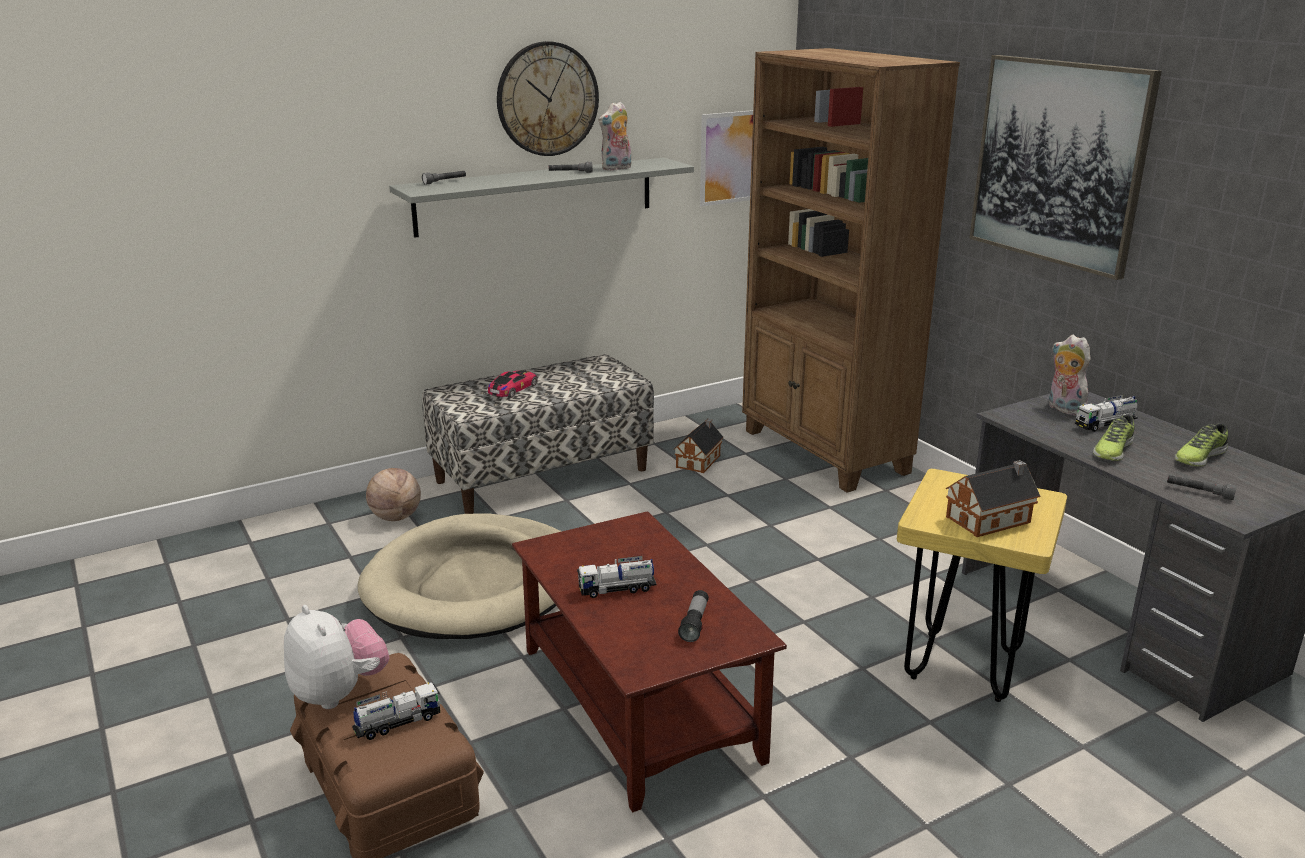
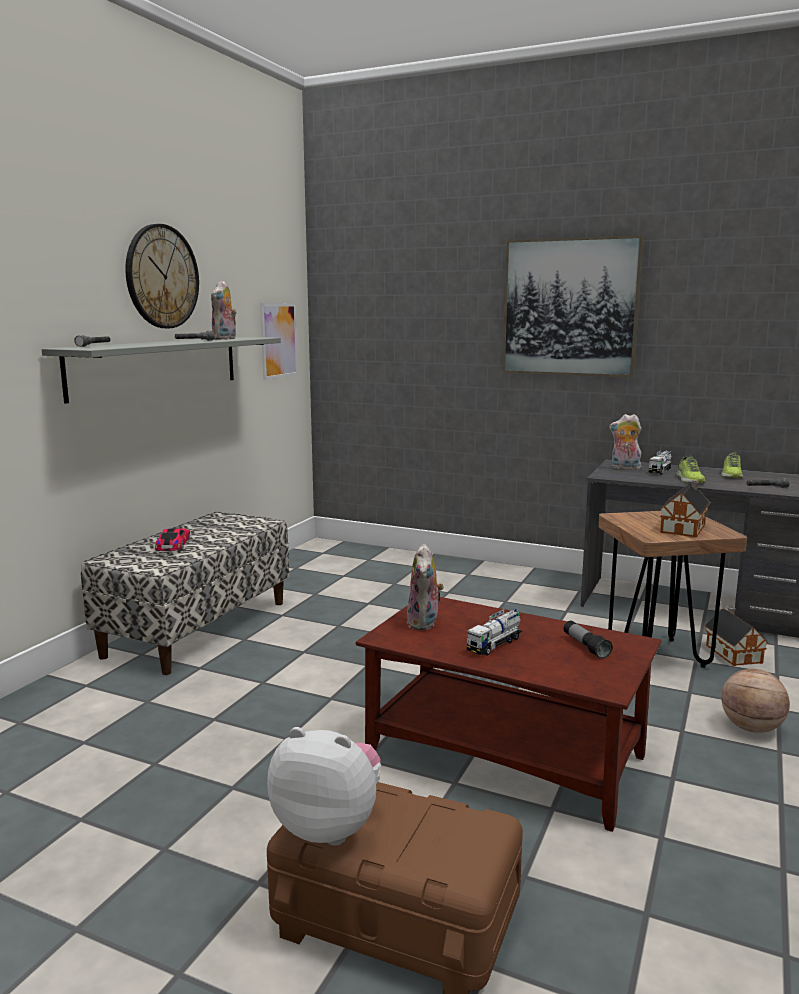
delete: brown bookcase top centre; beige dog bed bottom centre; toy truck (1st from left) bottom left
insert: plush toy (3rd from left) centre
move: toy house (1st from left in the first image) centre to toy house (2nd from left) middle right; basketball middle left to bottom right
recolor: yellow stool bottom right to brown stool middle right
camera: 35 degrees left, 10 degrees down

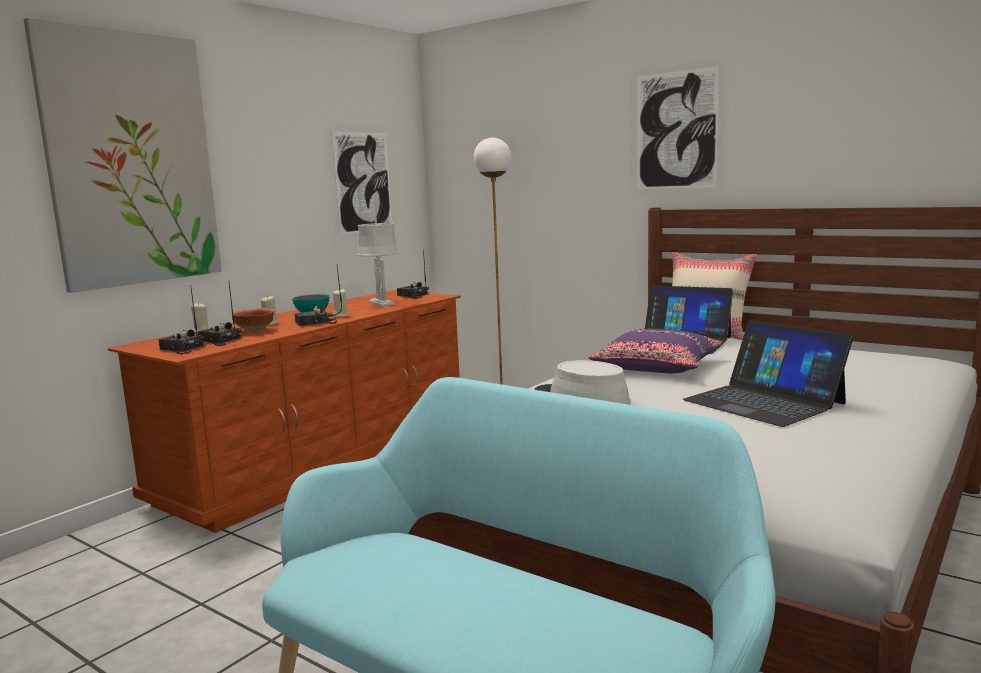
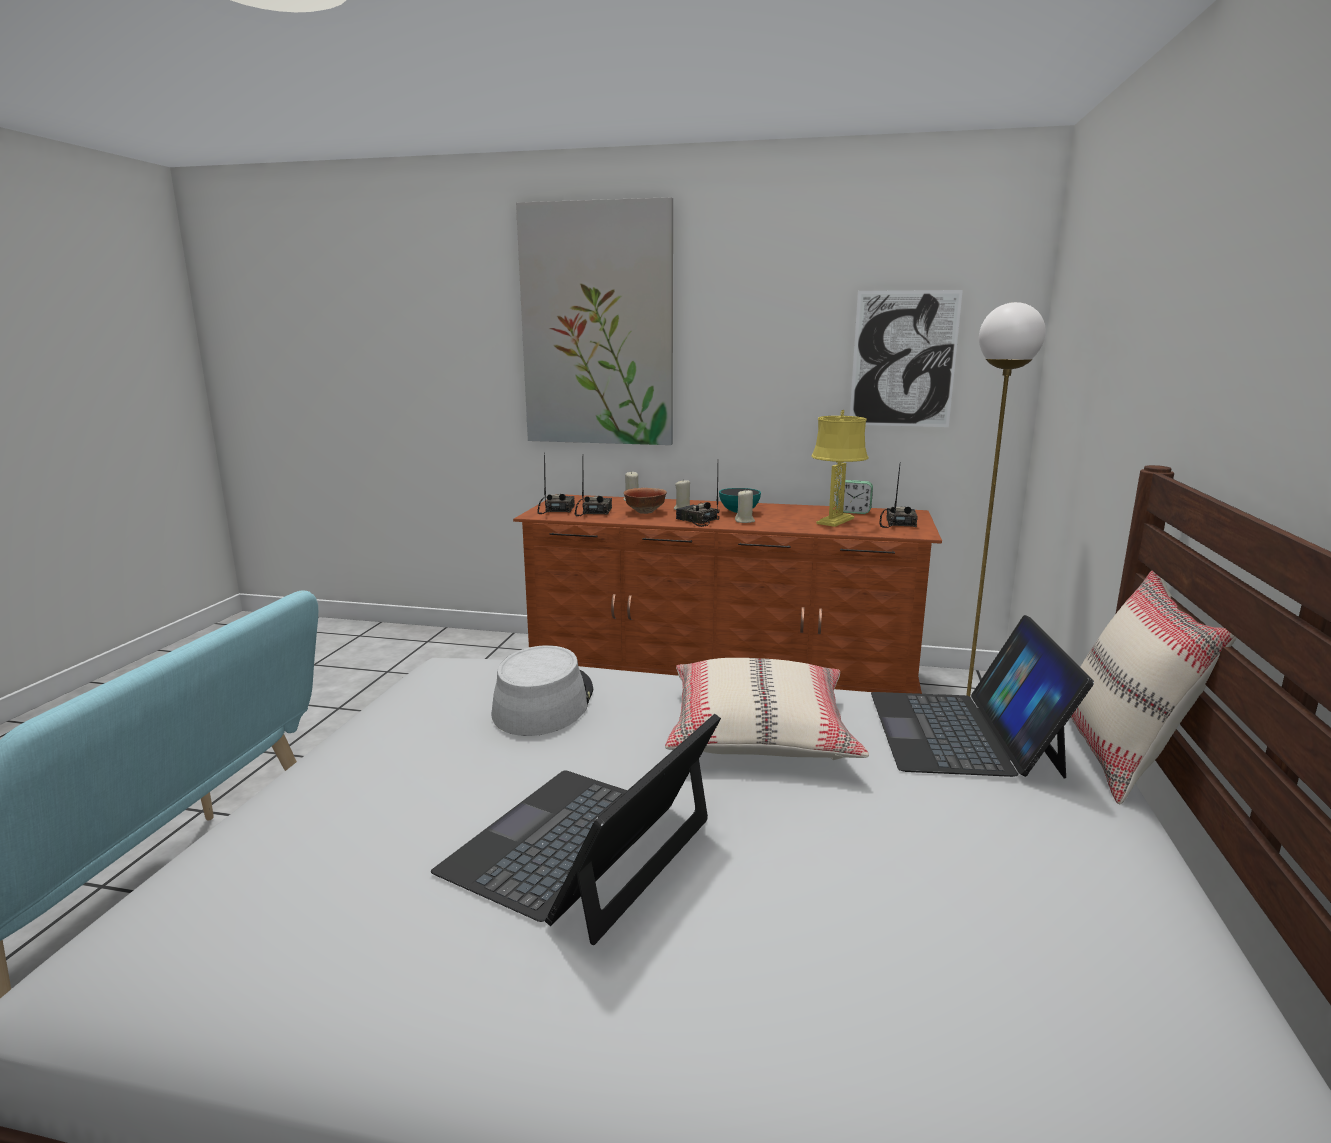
delete: picture (3rd from left) top right
insert: alarm clock centre
recolor: grey table lamp centre to yellow table lamp centre; purple pillow middle right to beige pillow (1st from left) centre
camera: 65 degrees right, 5 degrees up

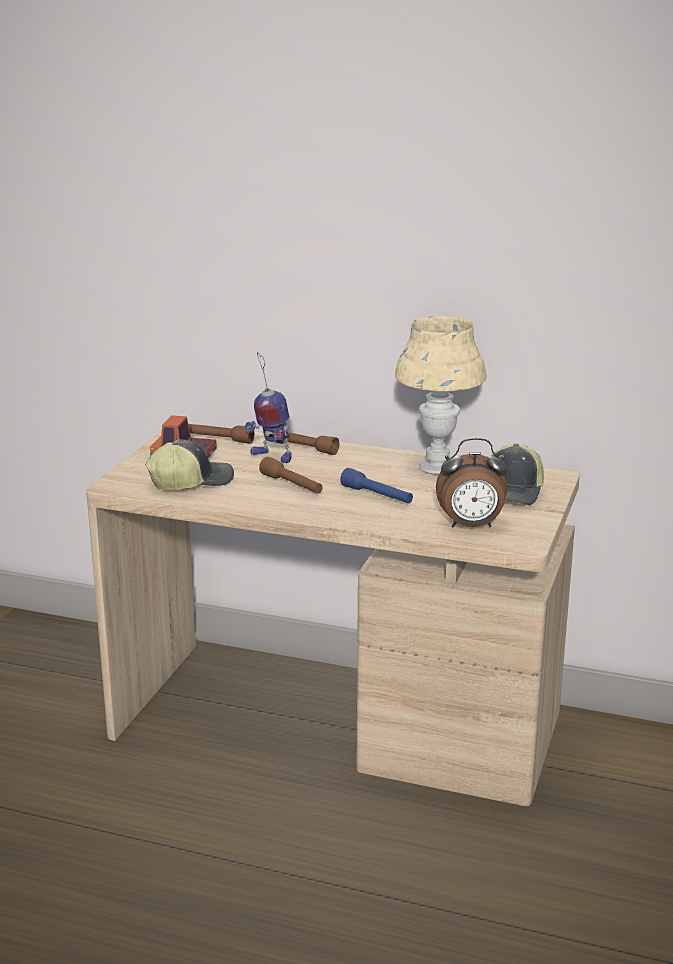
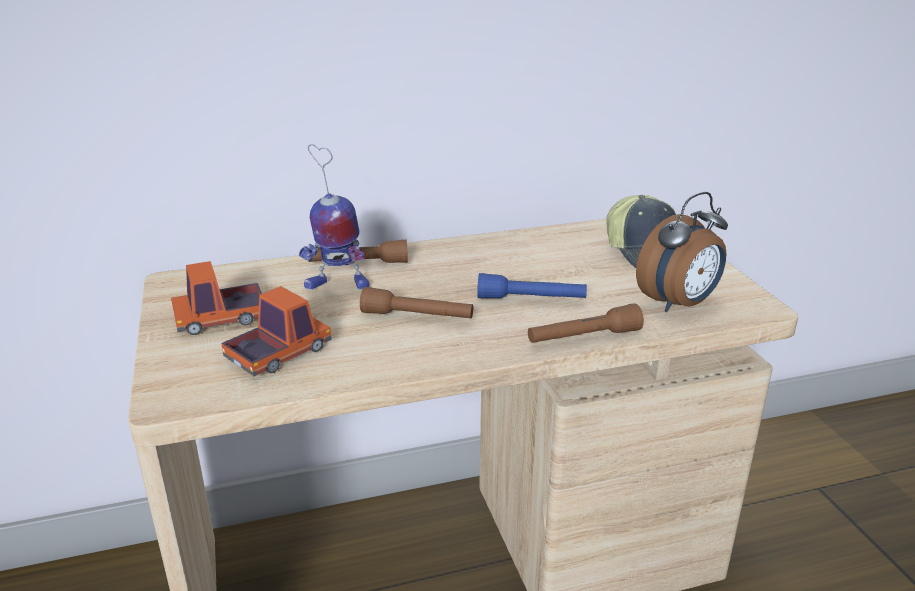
delete: beige table lamp centre
move: brown flashlight (1st from left in the first image) middle left to brown flashlight (3rd from left) centre
replace: cap (1st from left) middle left to toy truck (2nd from left) middle left
camera: 35 degrees left, 5 degrees up

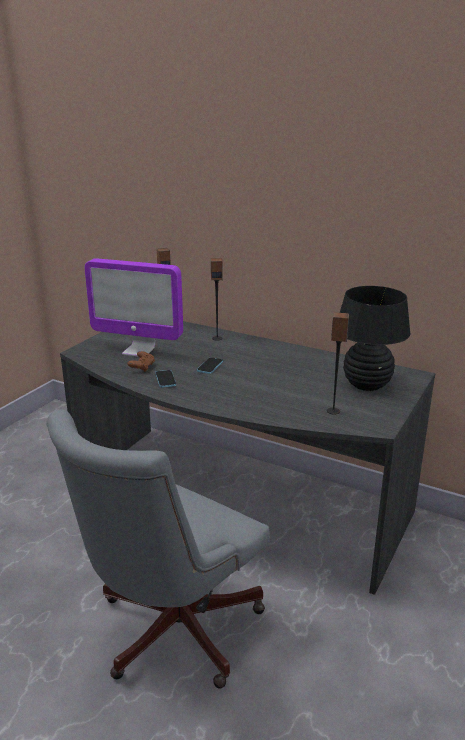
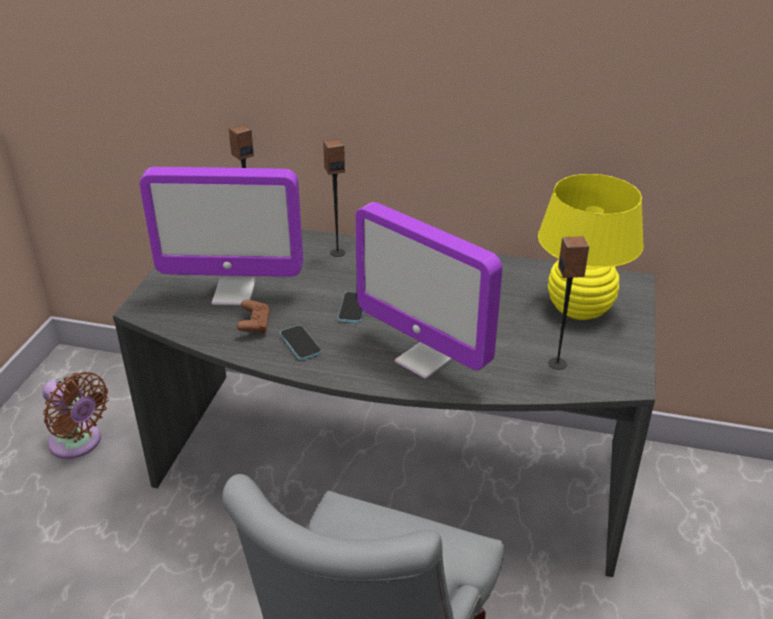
insert: monitor (2nd from left) centre; brown fan bottom left
recolor: black table lamp middle right to yellow table lamp middle right
camera: 15 degrees left, 10 degrees up

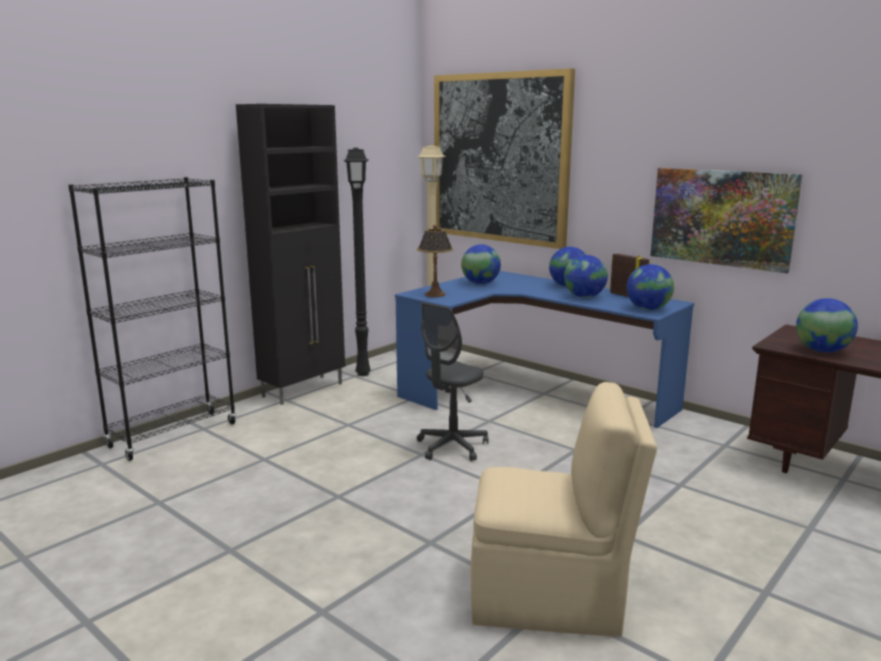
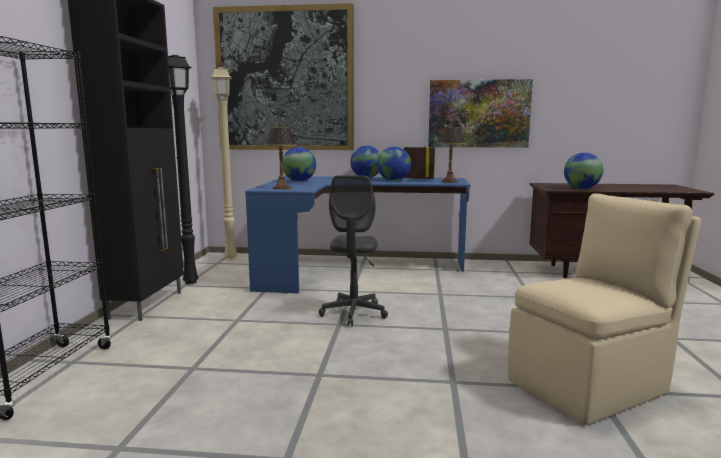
replace: globe (4th from left) middle right to table lamp (2nd from left) centre
camera: 35 degrees left, 5 degrees down

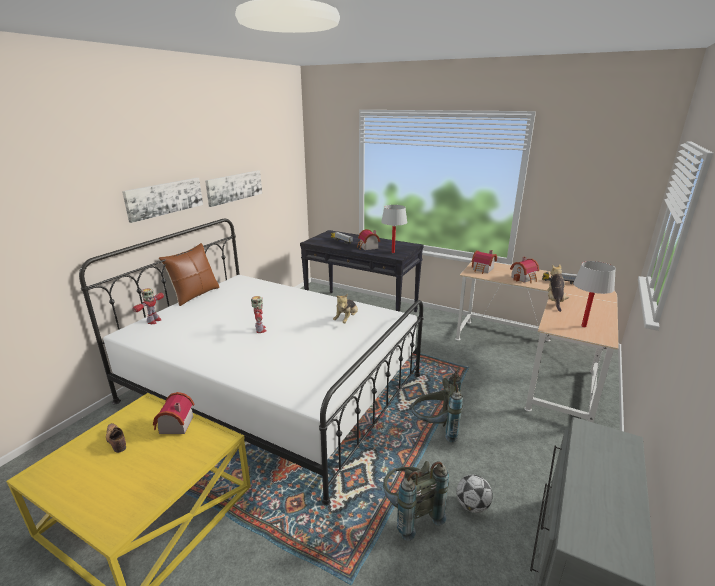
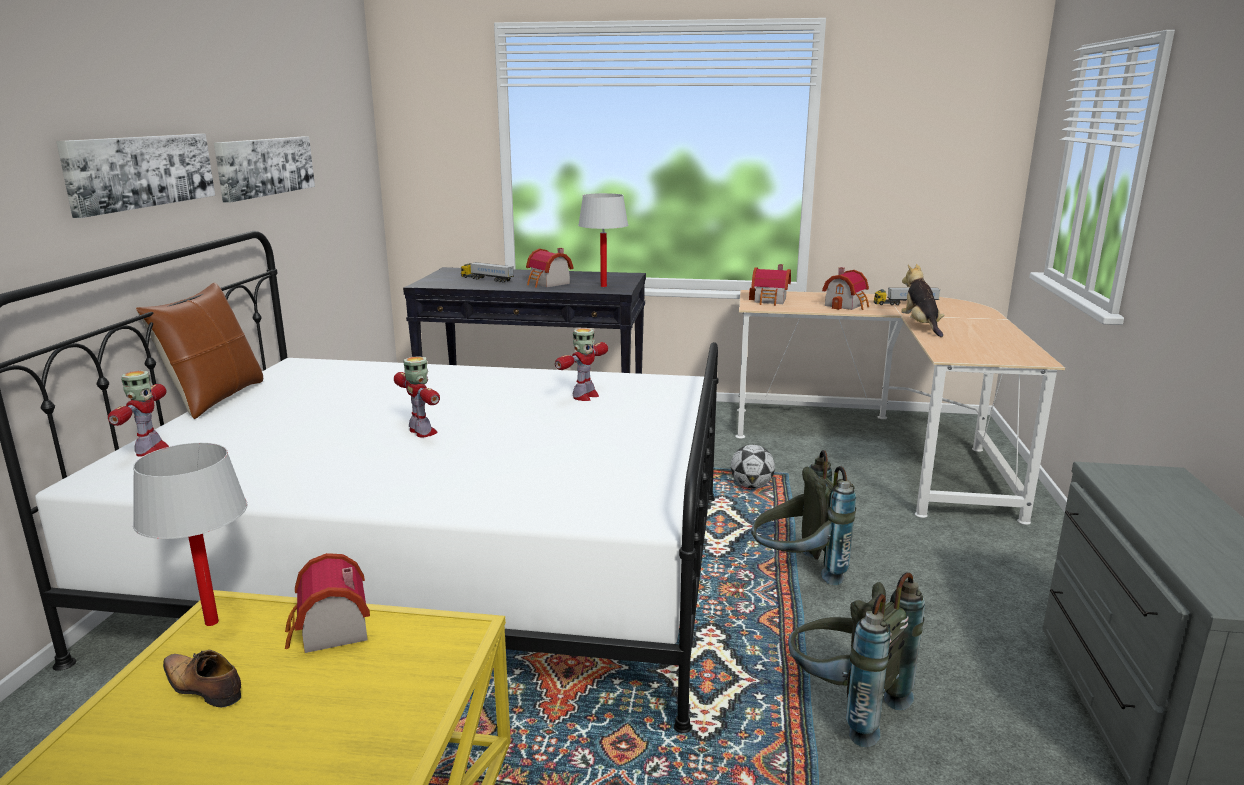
move: white table lamp (2nd from left in the first image) middle right to white table lamp (1st from left) bottom left; football bottom centre to centre
replace: plush toy (1st from left) centre to toy robot (3rd from left) centre
camera: 20 degrees left, 5 degrees down

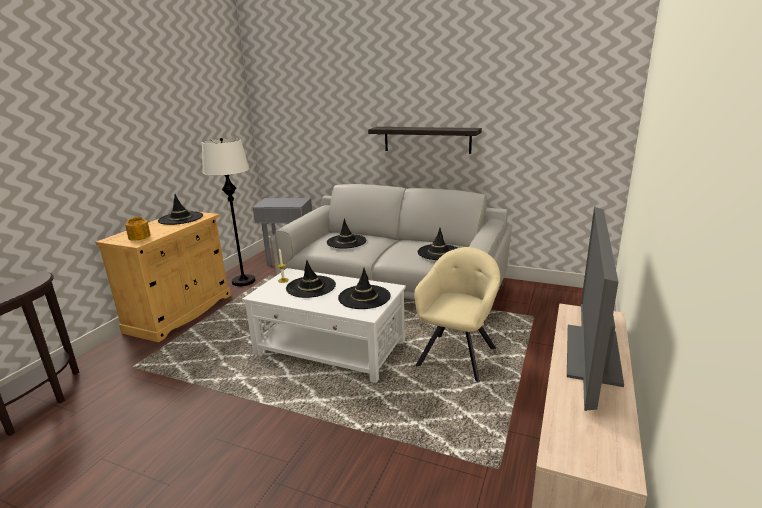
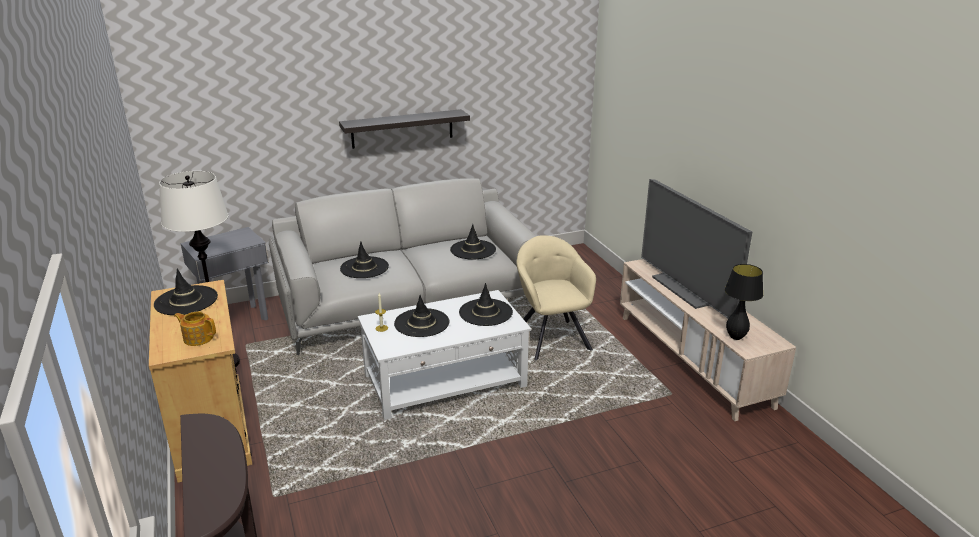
insert: black table lamp middle right
camera: 45 degrees left, 5 degrees up

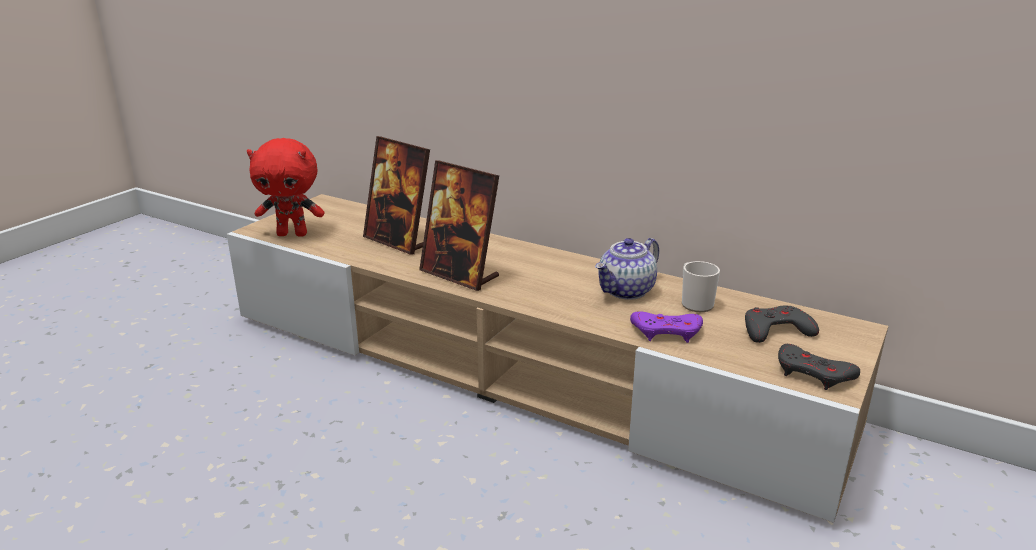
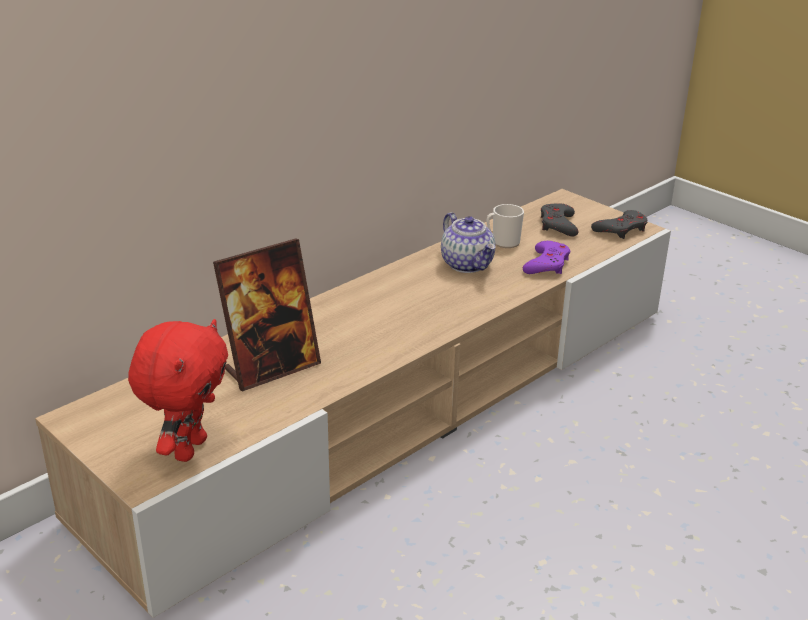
delete: picture frame (2nd from left) centre
camera: 75 degrees left, 5 degrees up

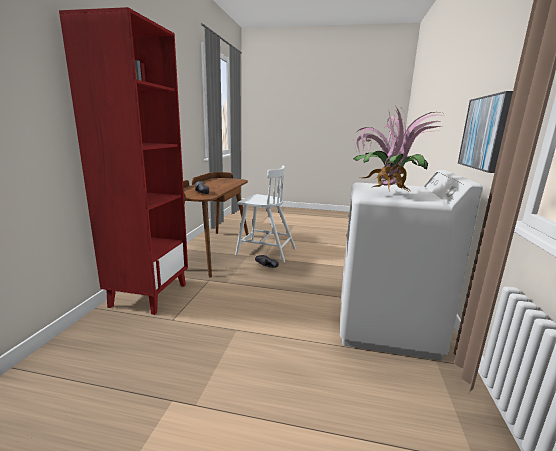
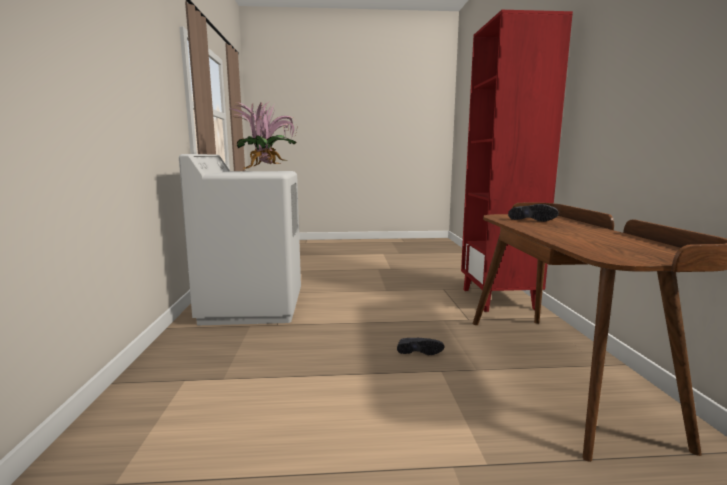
delete: picture top right; white chair centre
camera: 165 degrees right, 5 degrees down

